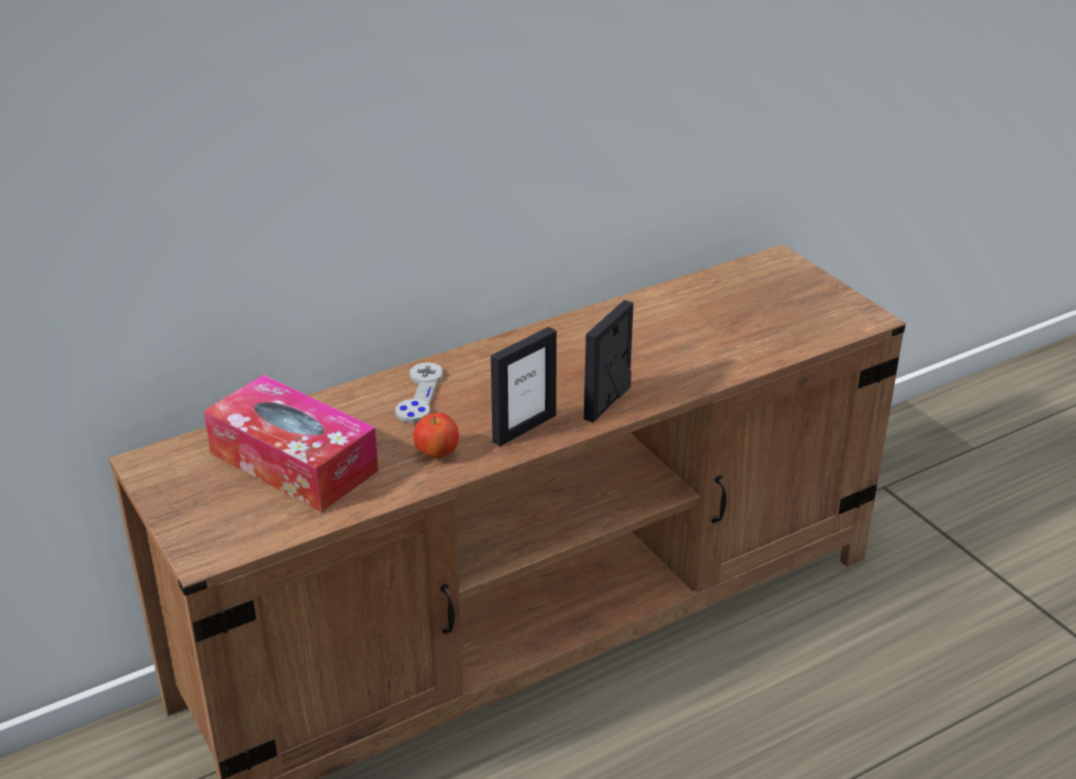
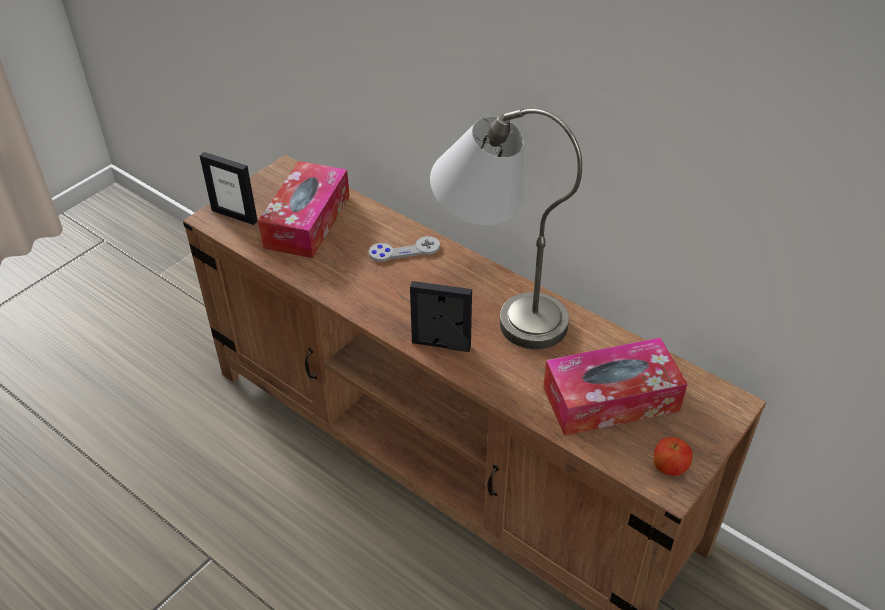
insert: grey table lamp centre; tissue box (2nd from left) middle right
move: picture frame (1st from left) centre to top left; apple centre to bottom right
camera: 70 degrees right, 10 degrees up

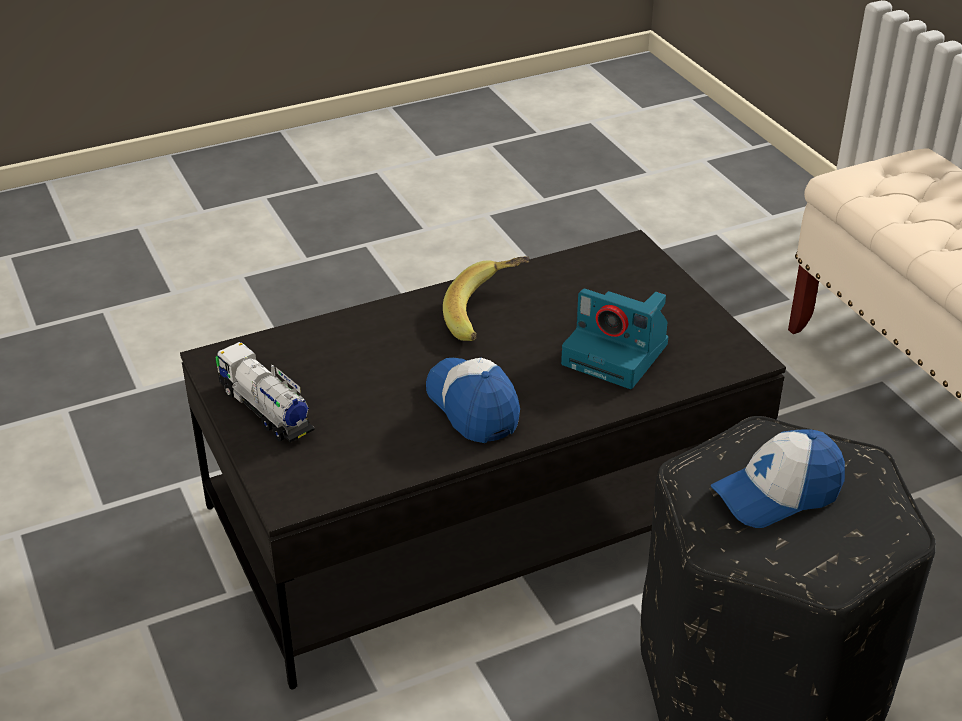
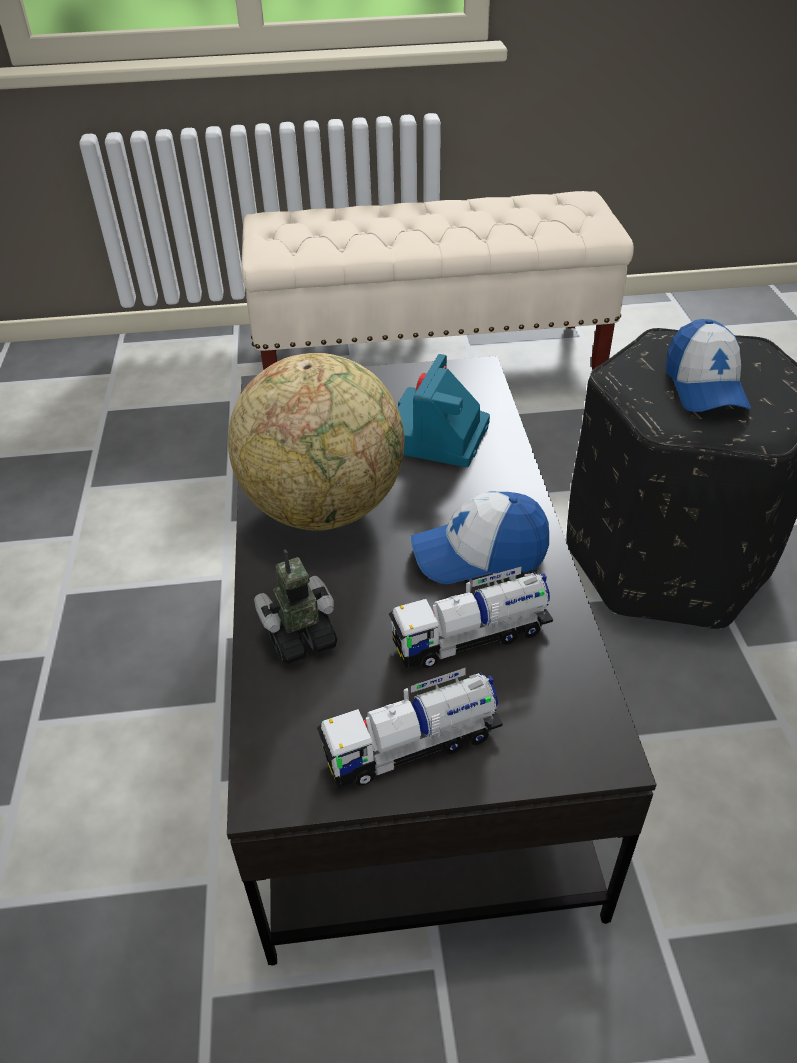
insert: toy robot centre; toy truck (2nd from left) centre
replace: banana centre to globe centre
rotate: photo camera centre = centre 150 degrees clockwise
camera: 70 degrees left, 5 degrees up

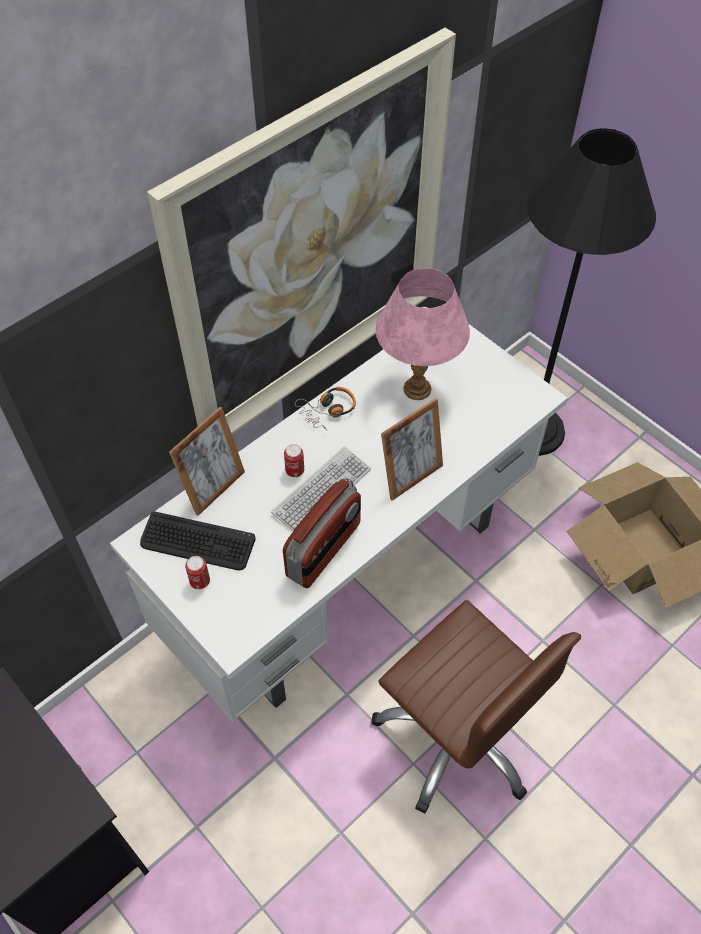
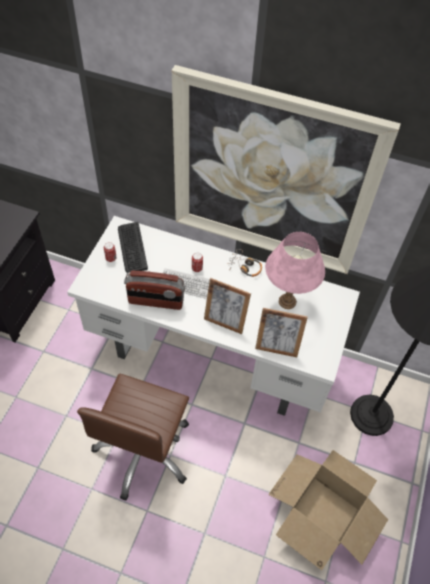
move: picture frame (1st from left in the first image) middle left to picture frame (2nd from left) centre
camera: 60 degrees right, 0 degrees up

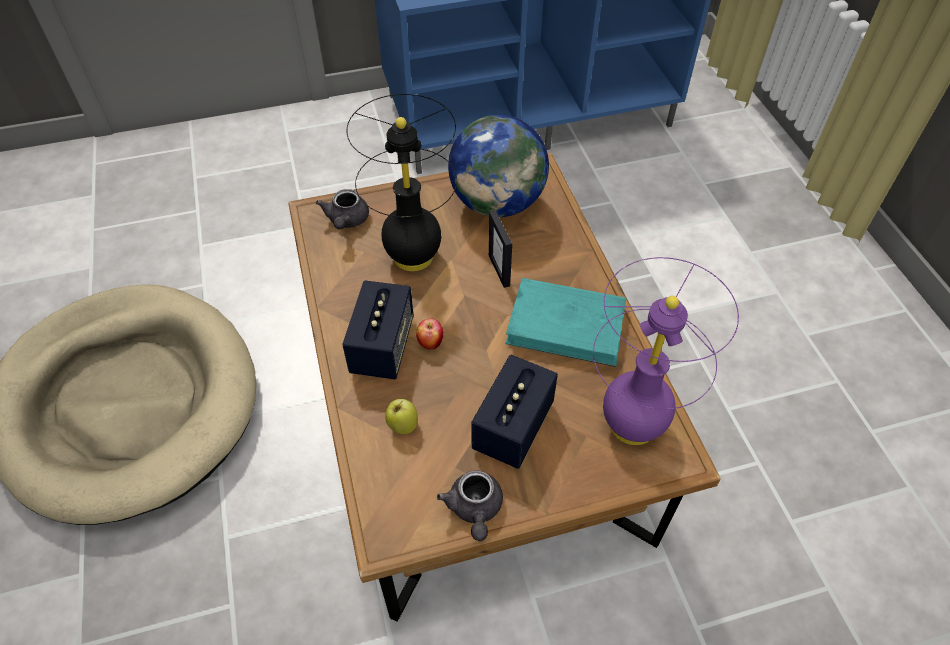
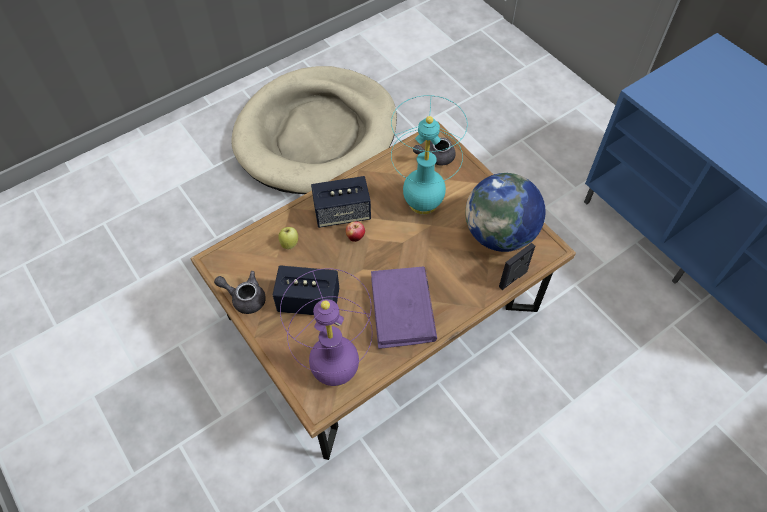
move: picture frame centre to middle right
recolor: black table lamp top centre to turquoise table lamp top centre; turquoise book centre to purple book centre
rotate: grey teapot (2nd from left in the first image) bottom centre = middle left 45 degrees clockwise
camera: 70 degrees right, 5 degrees up

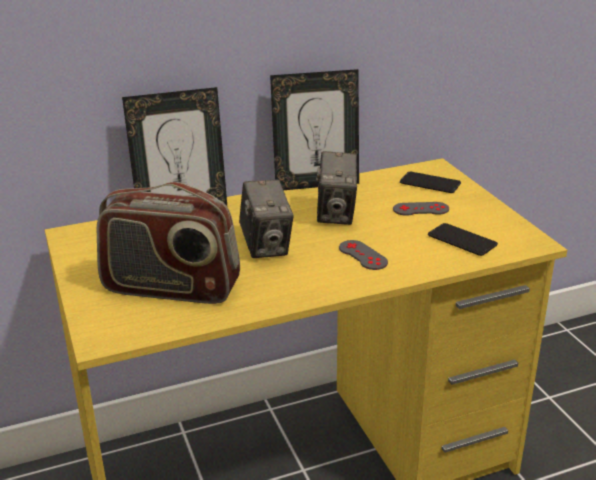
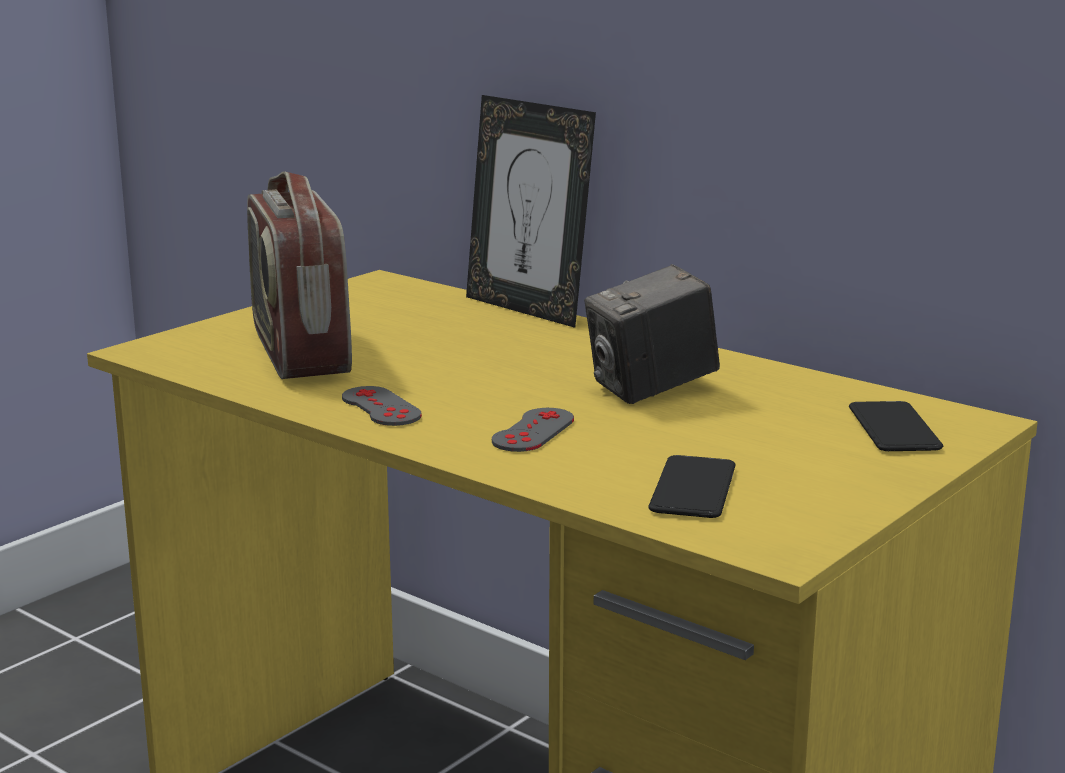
delete: picture frame (2nd from left) top centre; photo camera (1st from left) centre
move: grey game controller (2nd from left in the first image) middle right to grey game controller (1st from left) centre
camera: 60 degrees right, 10 degrees down

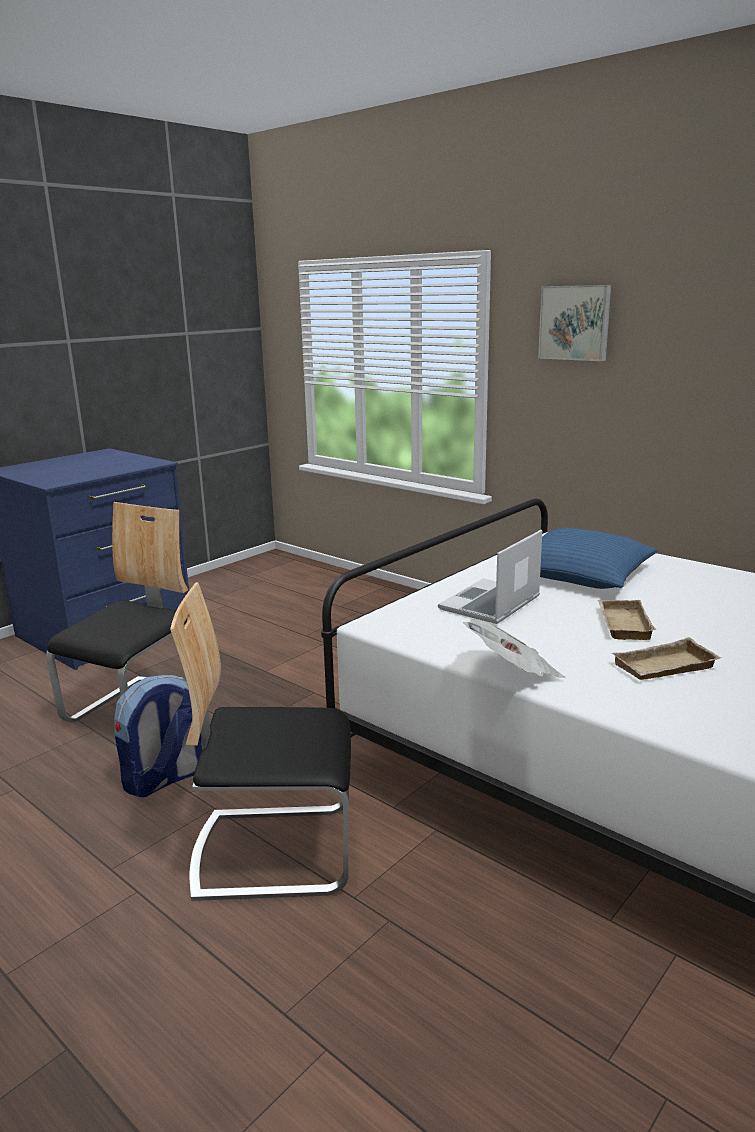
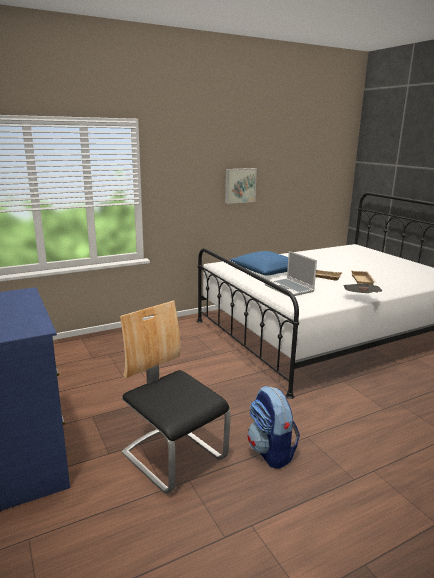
delete: chair (2nd from left) centre
move: picture top right to top centre
camera: 70 degrees left, 0 degrees up

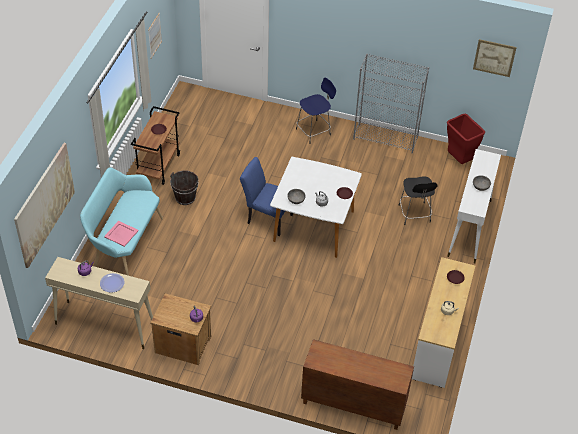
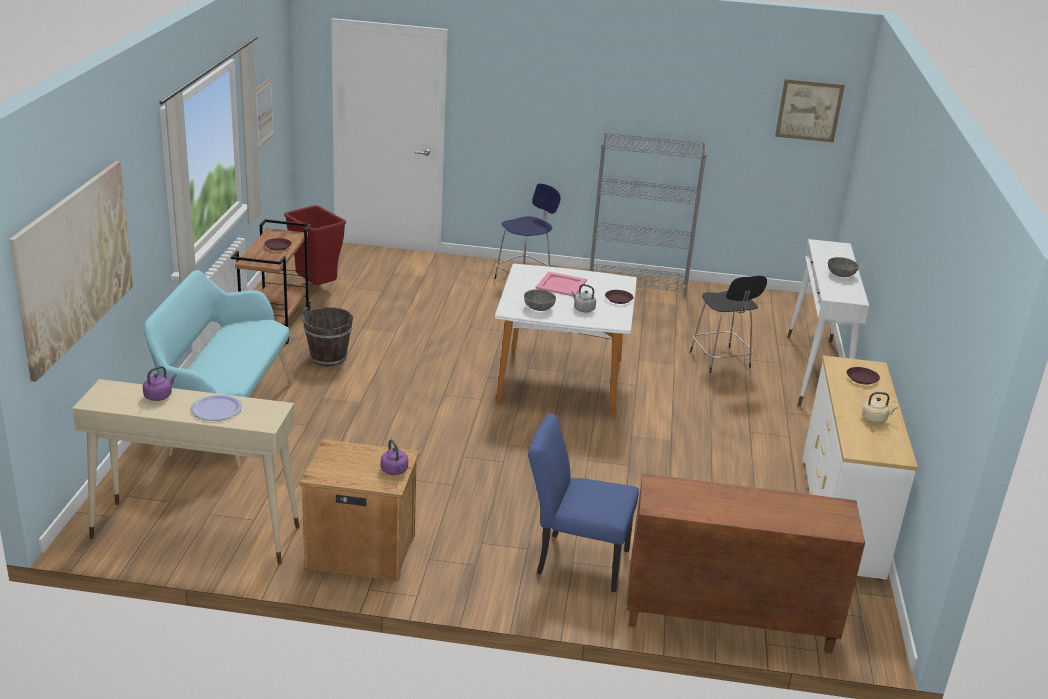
move: red trash can top right to middle left; blue chair centre to bottom centre; pink tray middle left to centre
camera: 10 degrees left, 20 degrees down

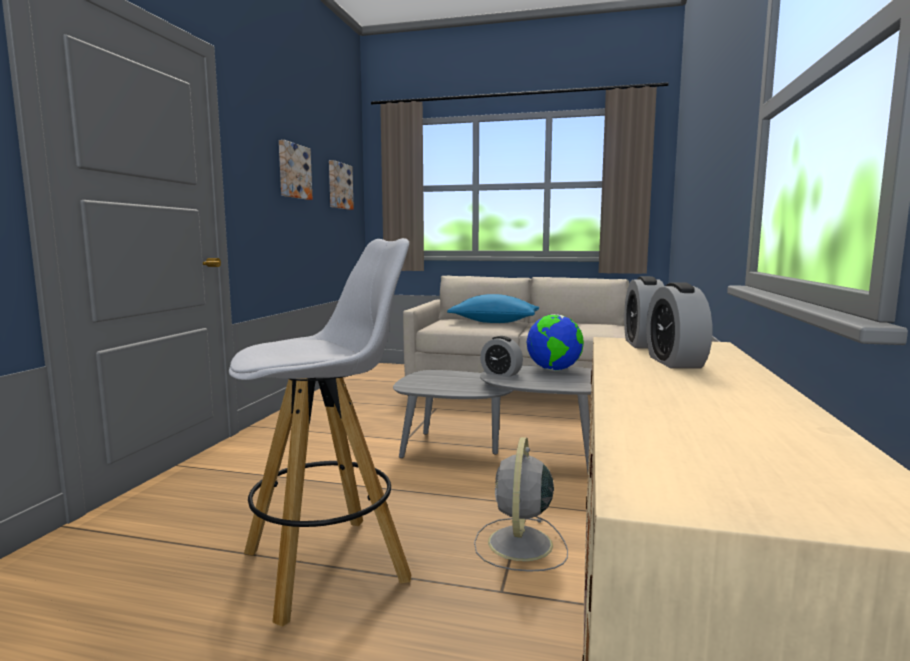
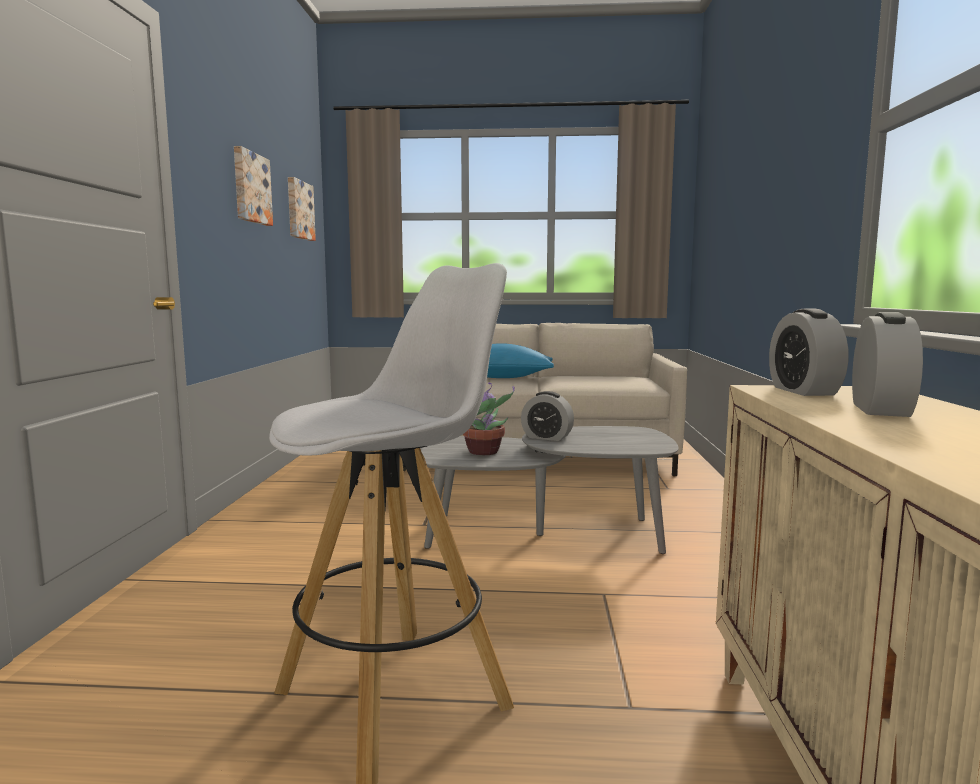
delete: globe centre; grey fan bottom centre
insert: potted plant centre
rotate: alarm clock (3rd from left) middle right = middle right 150 degrees counterclockwise
camera: 10 degrees left, 0 degrees up

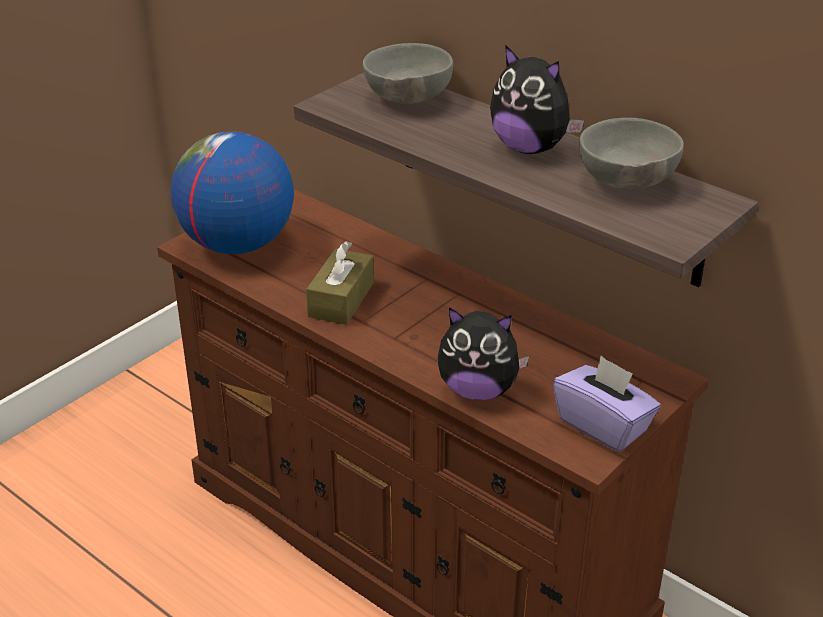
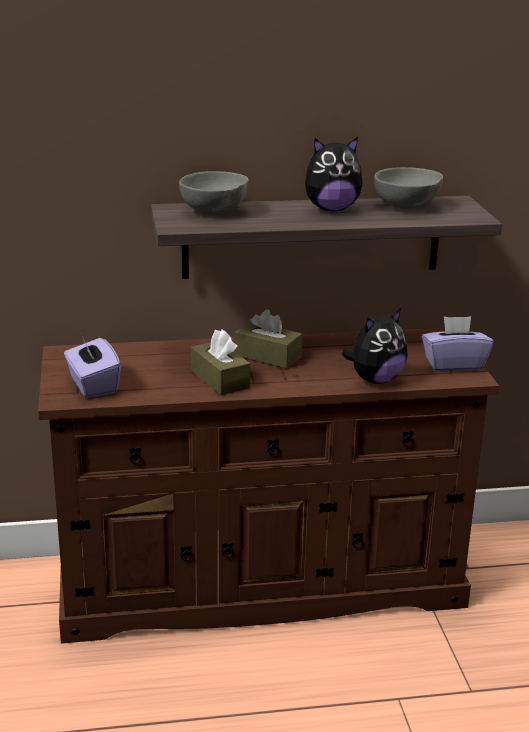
insert: brown tissue box (2nd from left) centre
replace: globe top left to purple tissue box (1st from left) middle left
camera: 50 degrees left, 10 degrees down

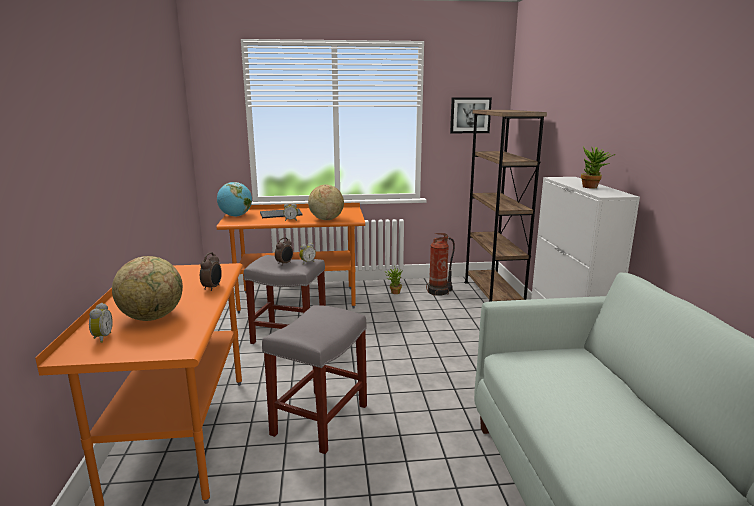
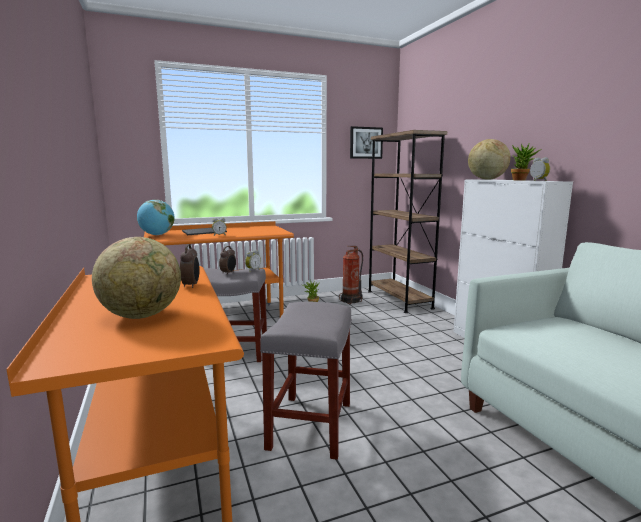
move: globe (3rd from left) centre to top right; alarm clock (1st from left in the first image) middle left to alarm clock (5th from left) top right
camera: 15 degrees left, 5 degrees down

